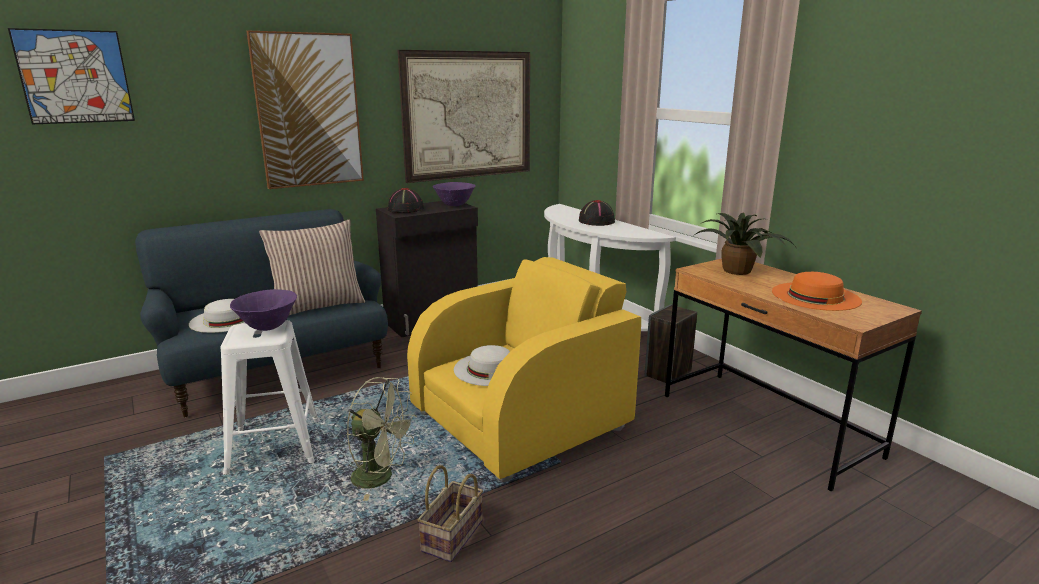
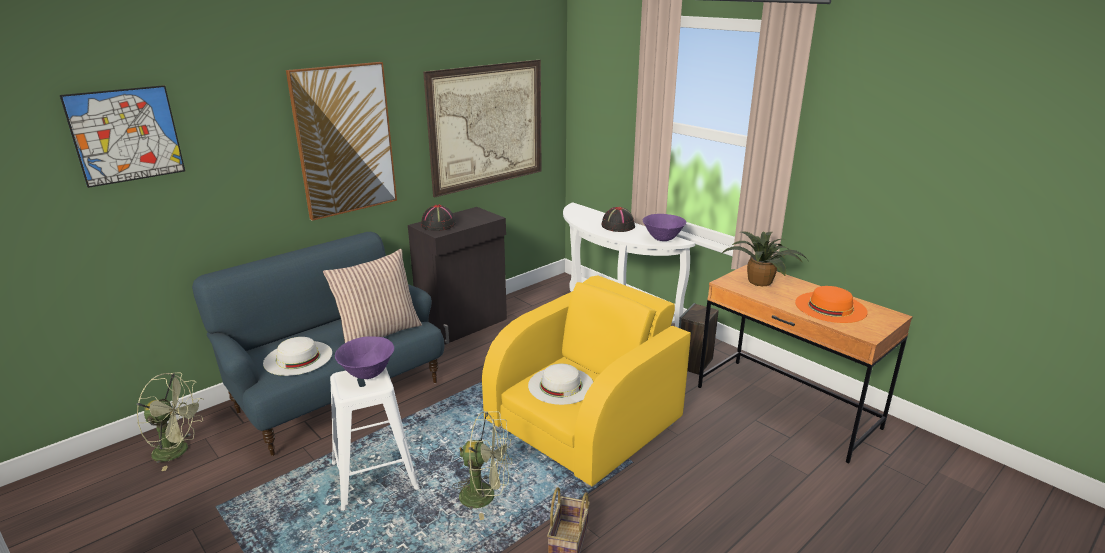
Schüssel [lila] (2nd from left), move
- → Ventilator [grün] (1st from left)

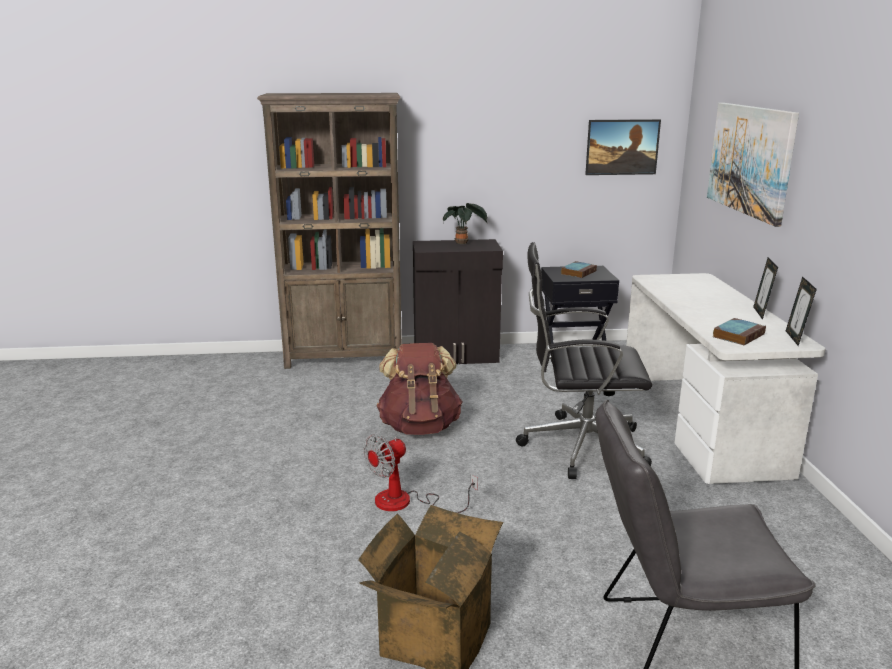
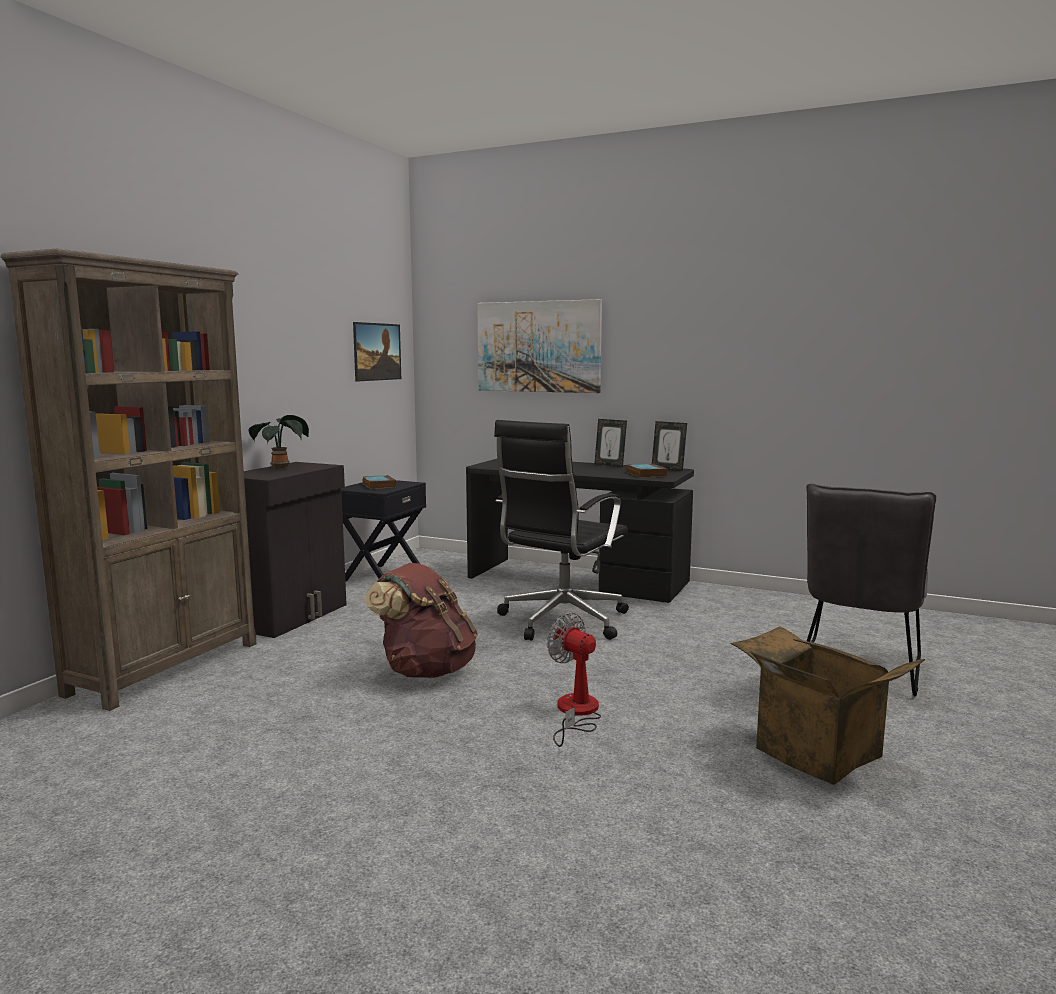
Ventilator, 150 degrees clockwise
Schreibtisch [weiß] → Schreibtisch [schwarz]

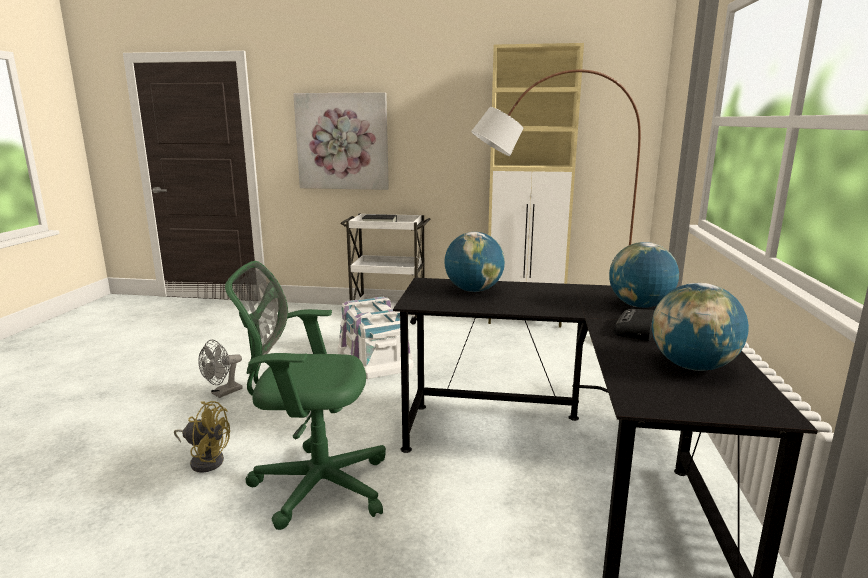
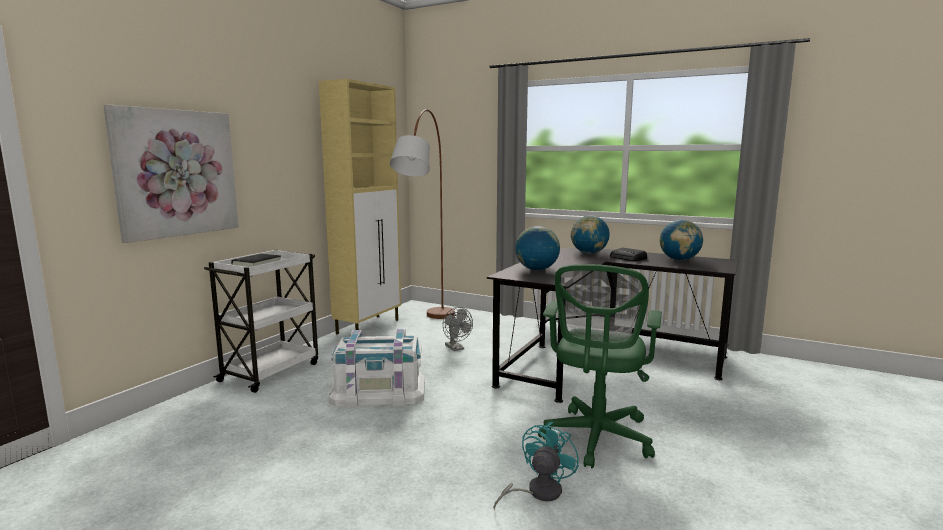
Ventilator [gelb] → Ventilator [türkis]
Ventilator [grau], move

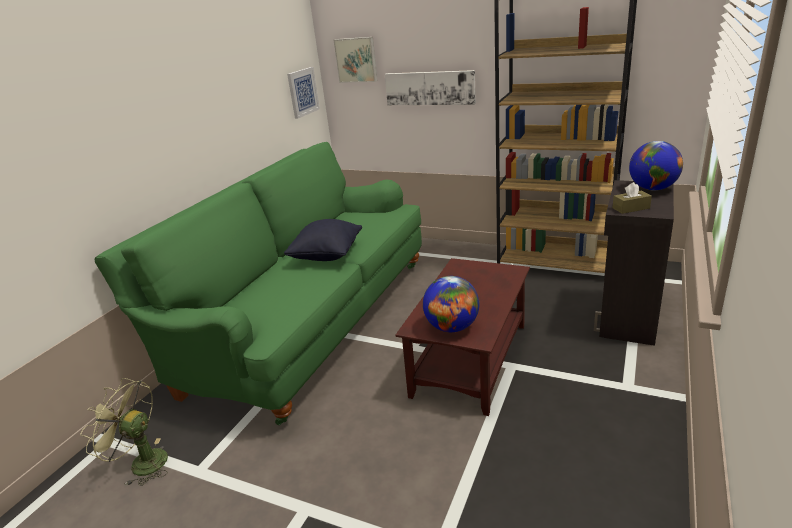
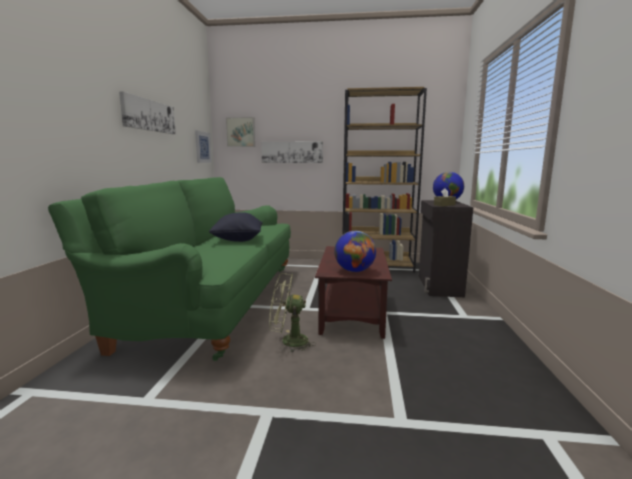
Ventilator [grün], move
- → Bild (1st from left)

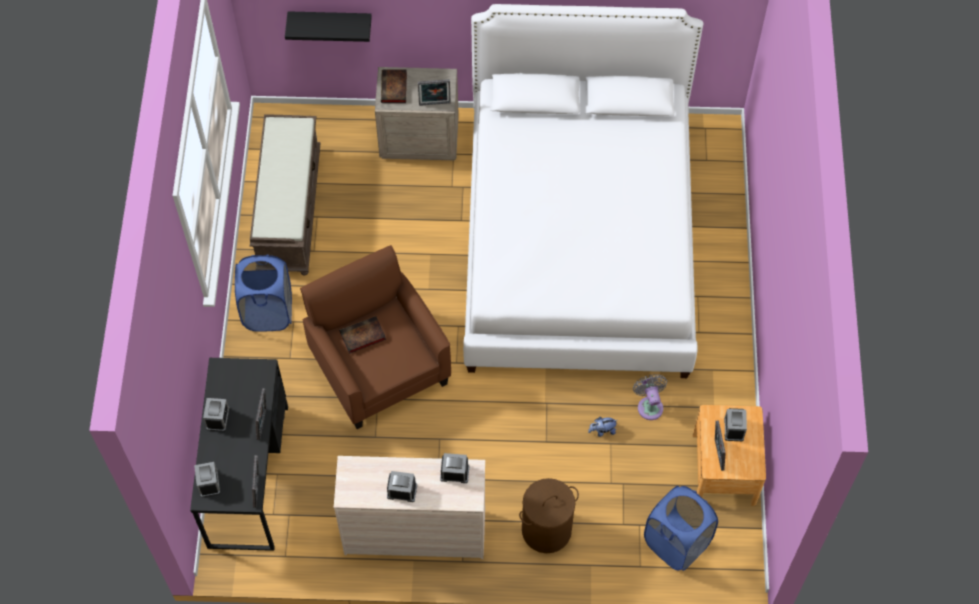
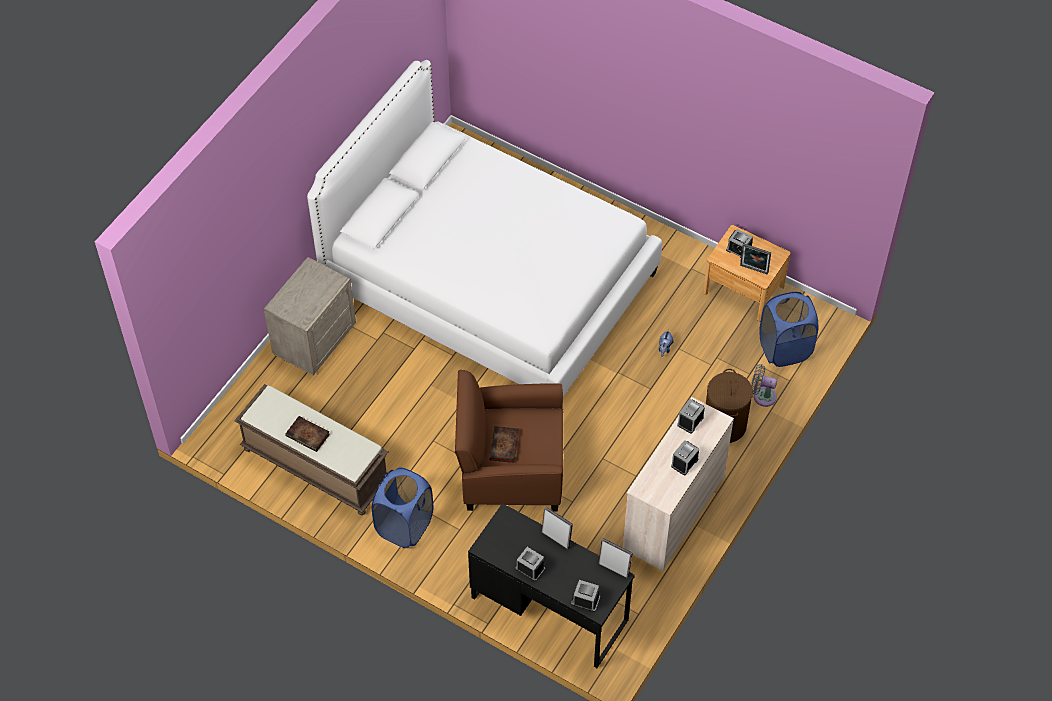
Wandregal [schwarz] → -
Buch (2nd from left in the first image) → Buch (1st from left), move
Bilderrahmen (3rd from left) → -
Ventilator [grau], move

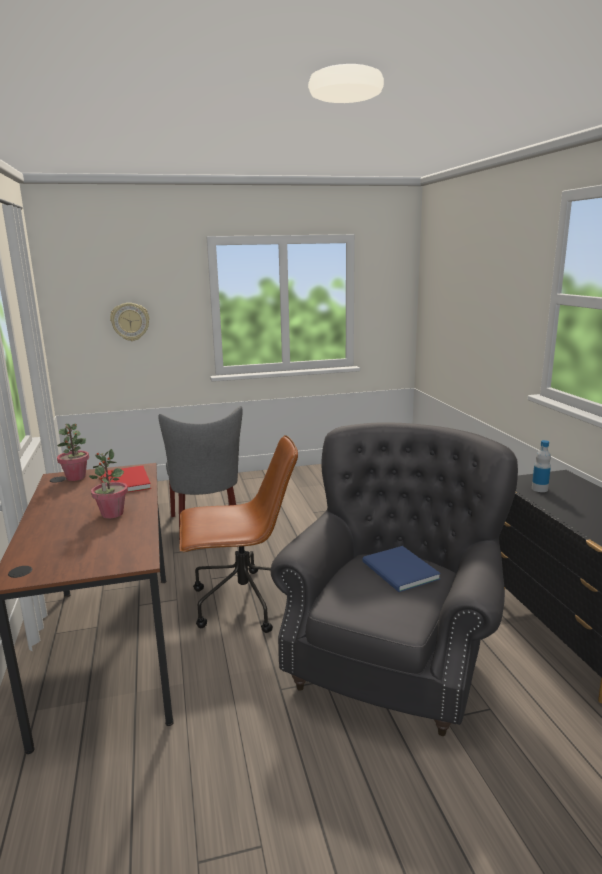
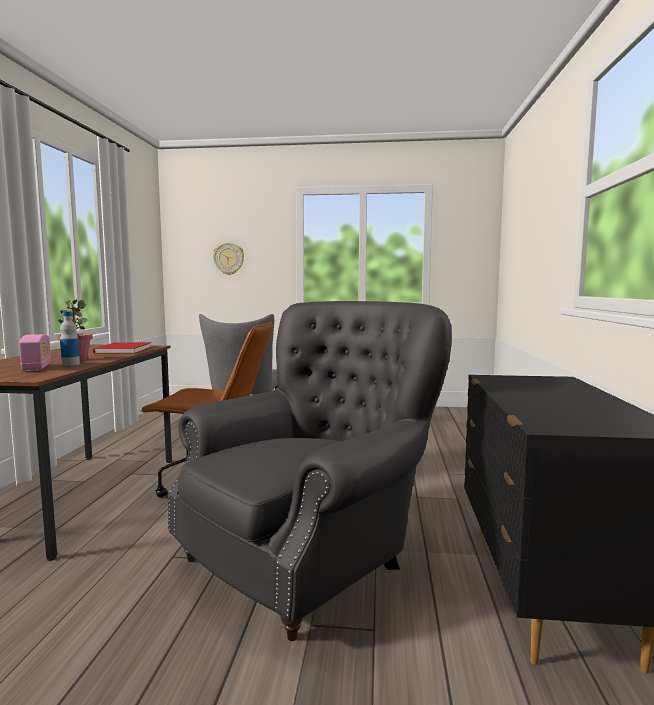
Topfpflanze (1st from left) → -
Buch [blau] → -
Flasche, move
- → Radio

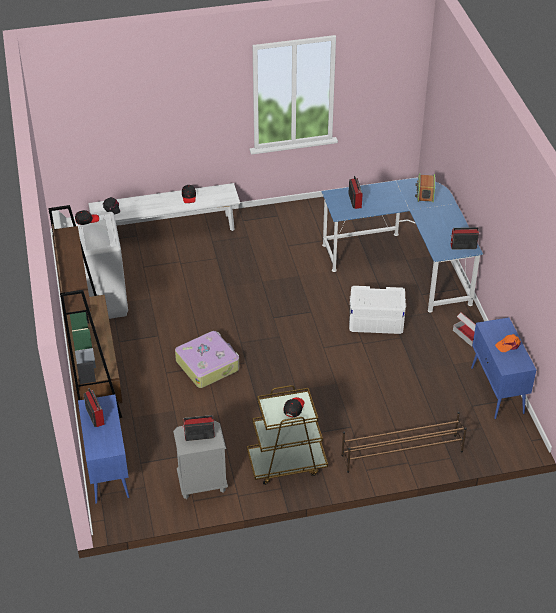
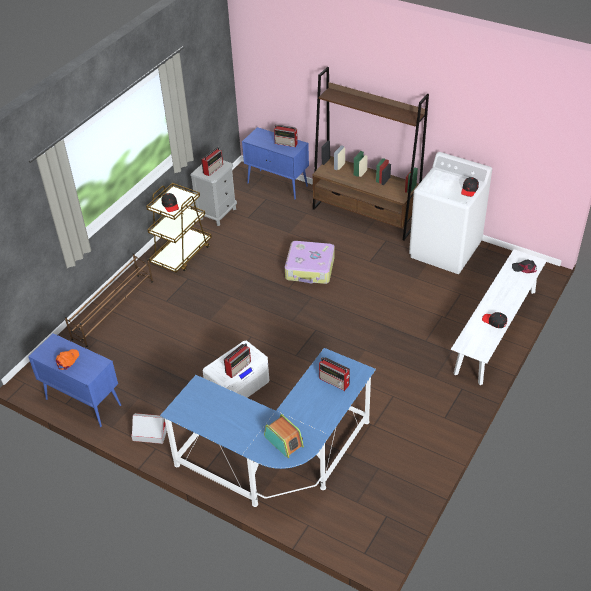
Radio (5th from left in the first image) → Radio (2nd from left), move

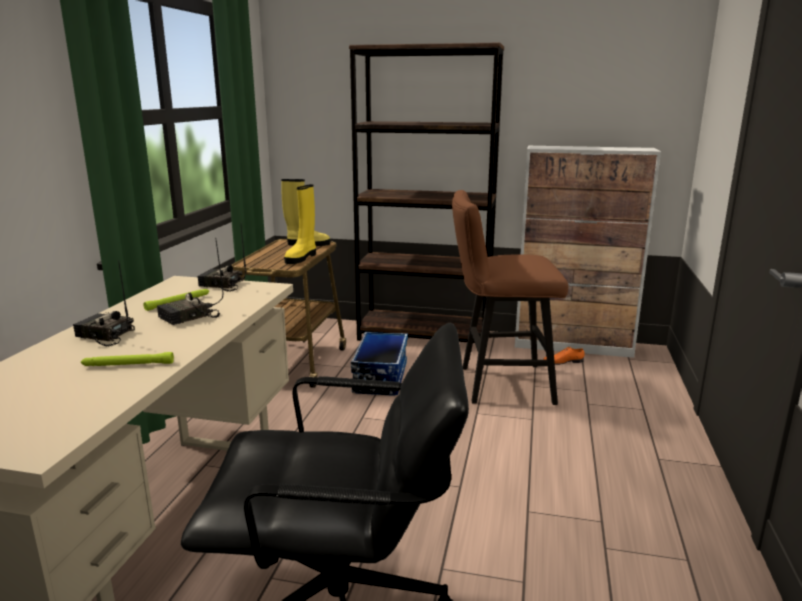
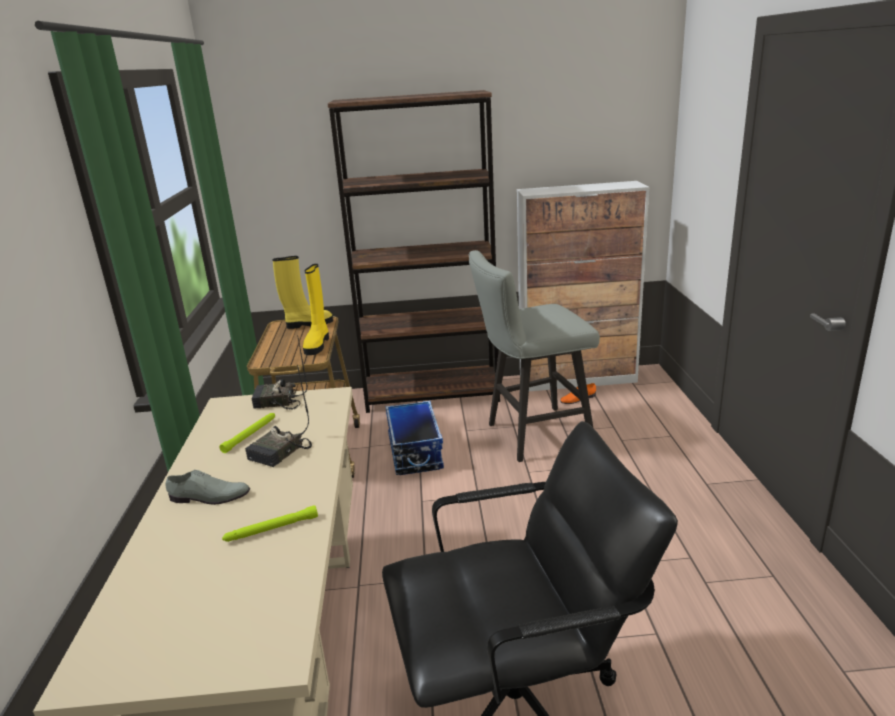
Radio (1st from left) → Schuh [grau]
Hocker [braun] → Hocker [grau]

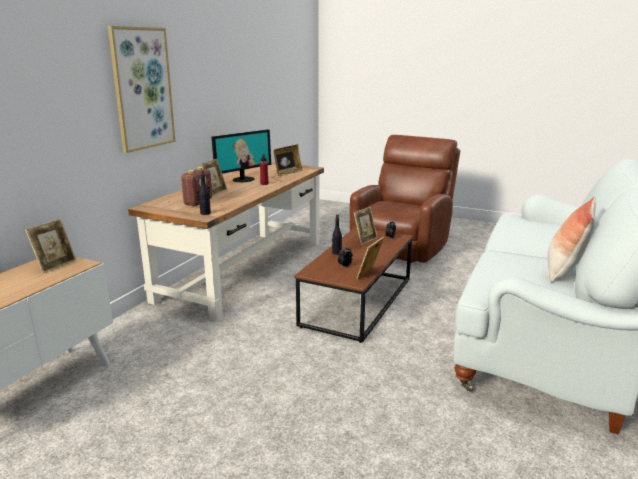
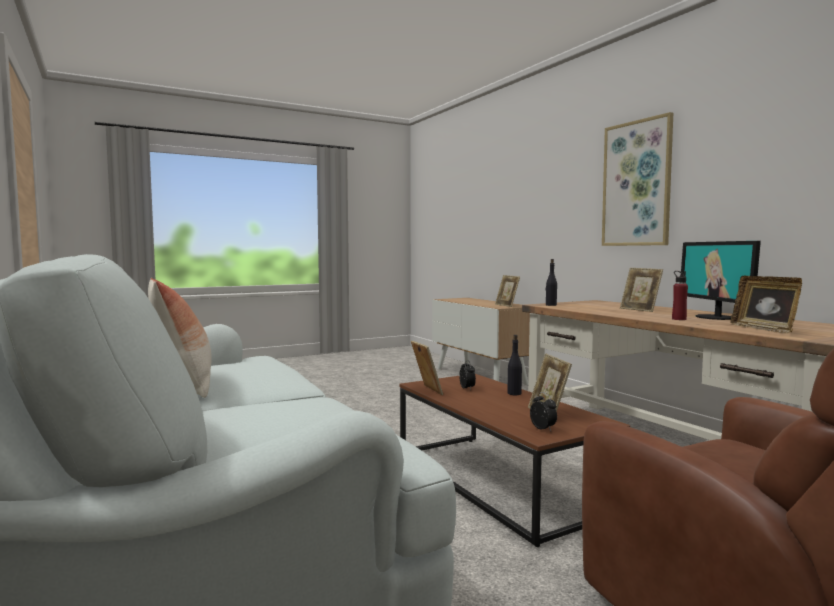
Radio → -

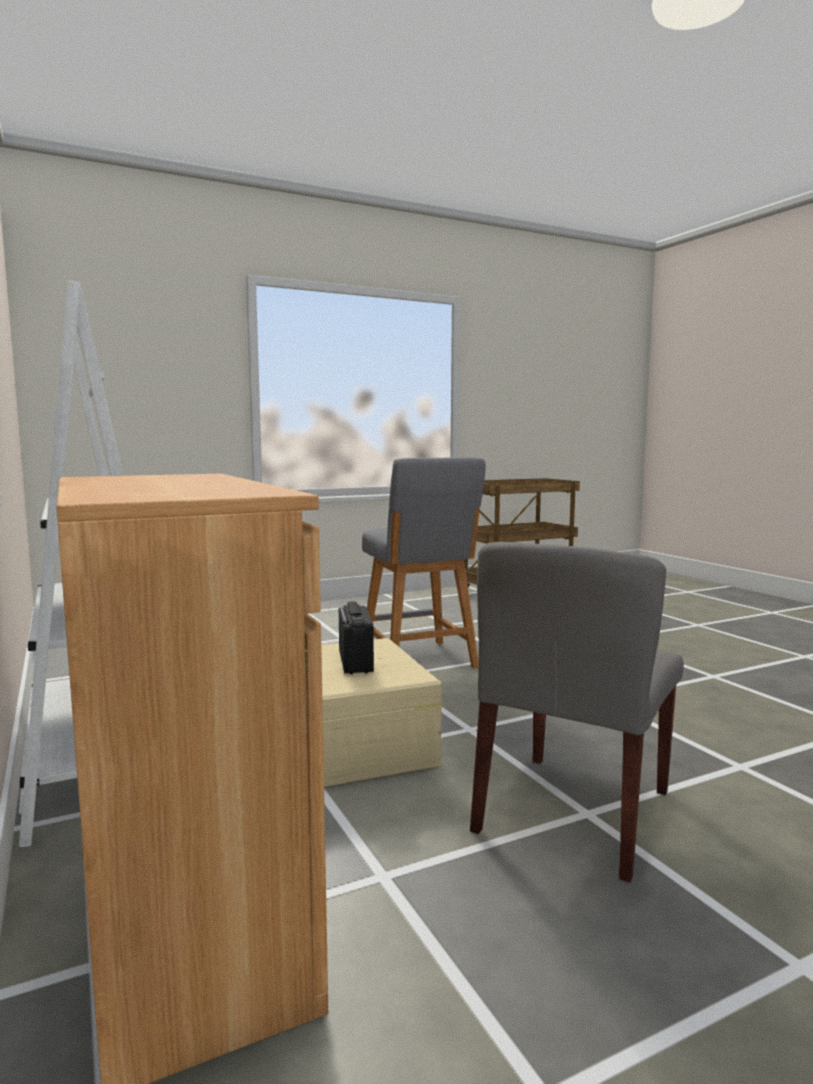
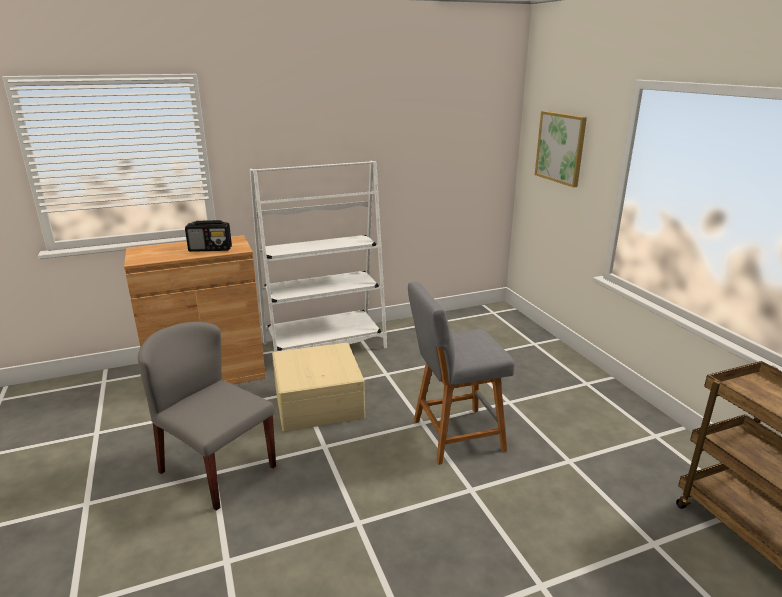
Radio, move
- → Bild

